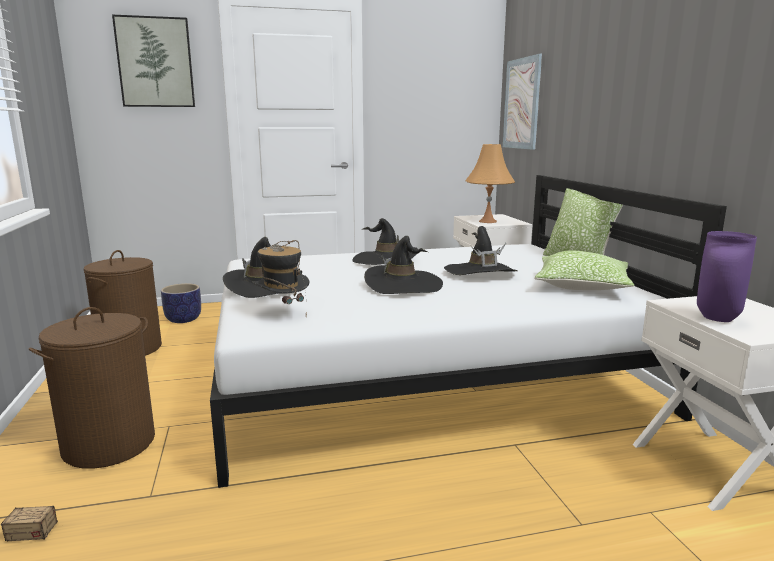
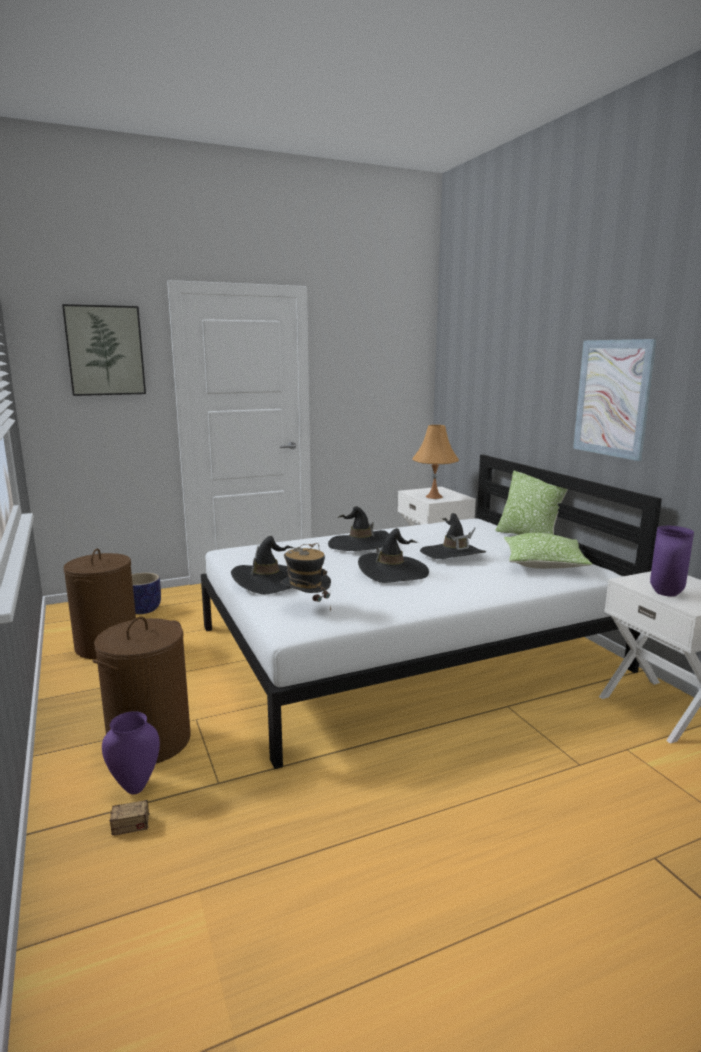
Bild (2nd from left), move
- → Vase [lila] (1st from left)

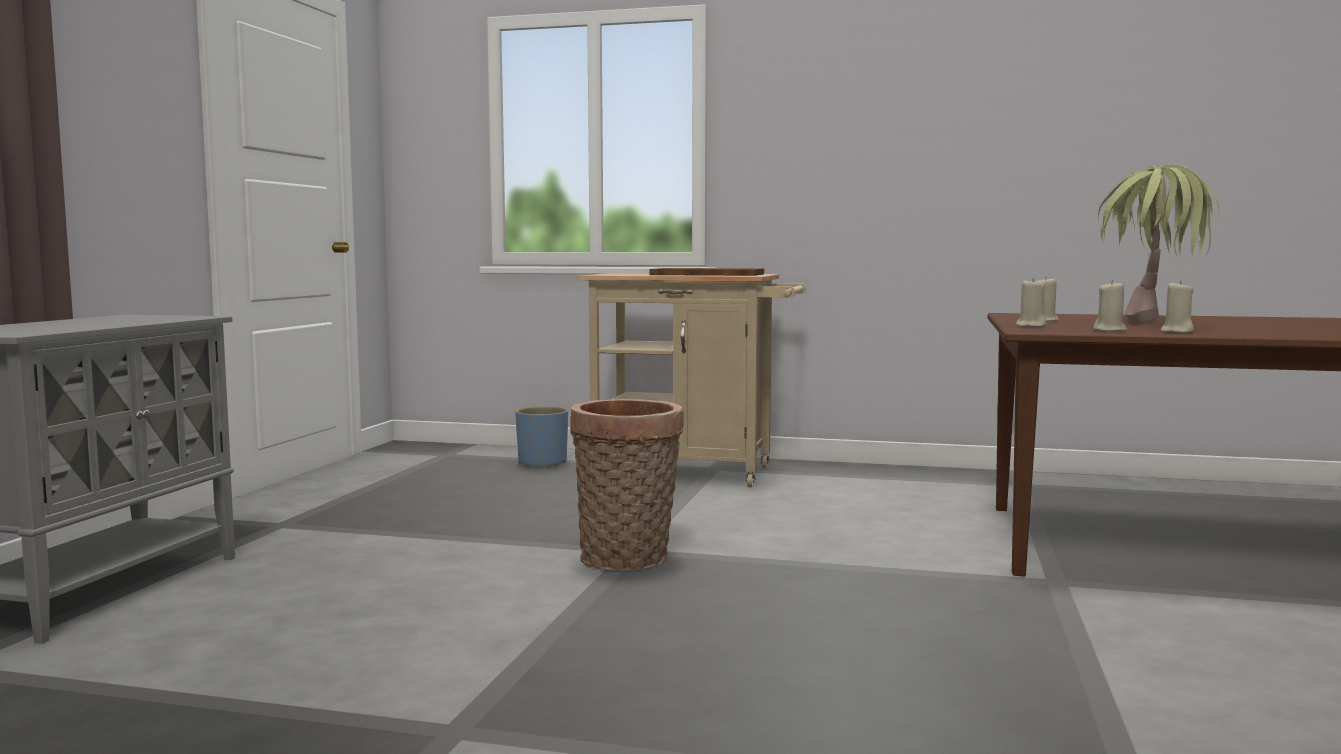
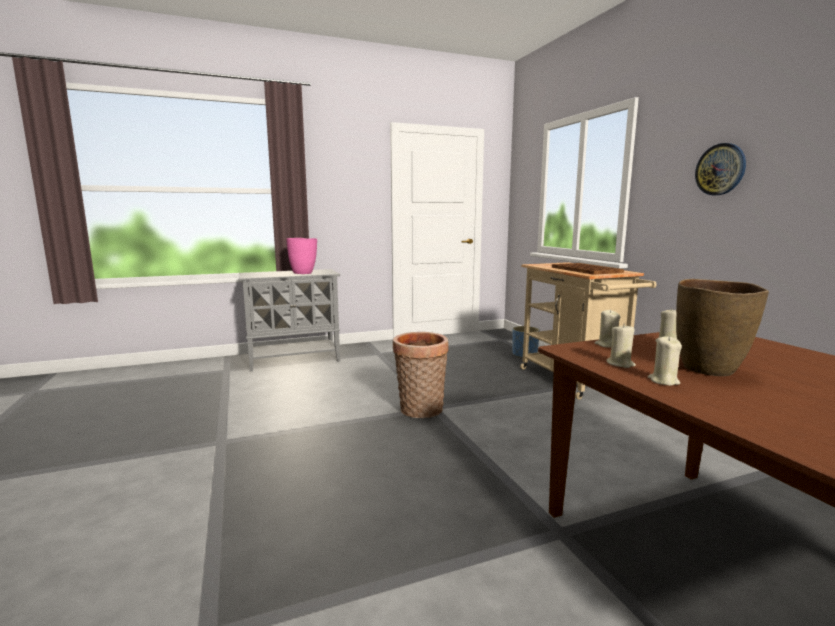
Topfpflanze → Vase [braun]
- → Vase [rosa]
- → Wanduhr

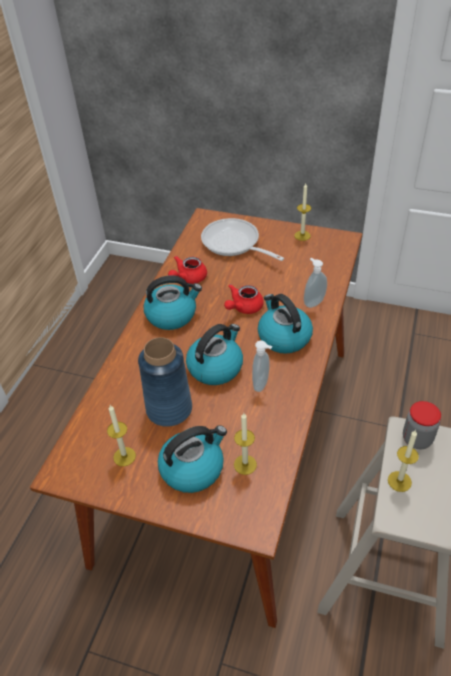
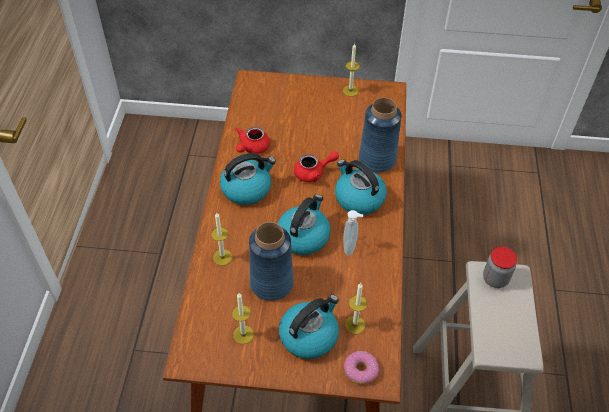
Pfanne → -
Teekanne [rot] (2nd from left), 135 degrees counterclockwise
Seifenspender (2nd from left) → Vase [blau] (2nd from left)
Kerze (4th from left in the first image) → Kerze (1st from left), move
- → Donut

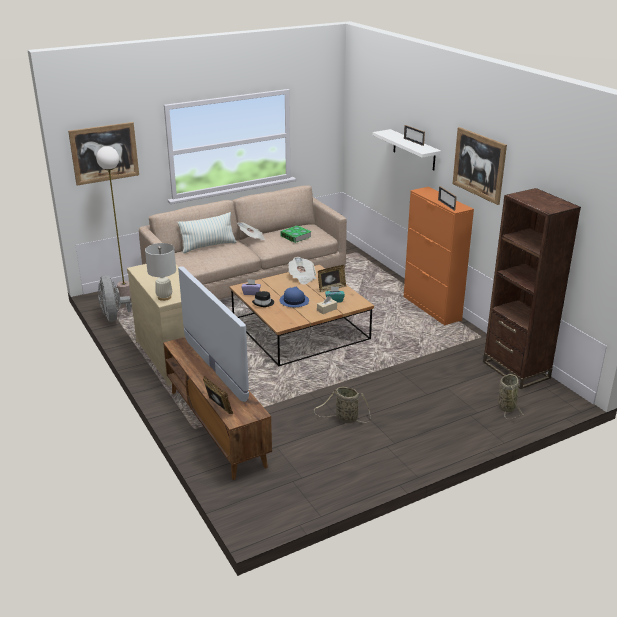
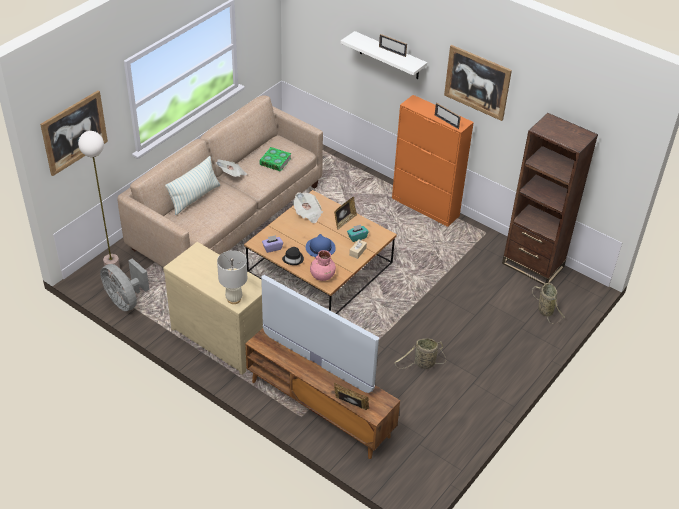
- → Vase [rosa]

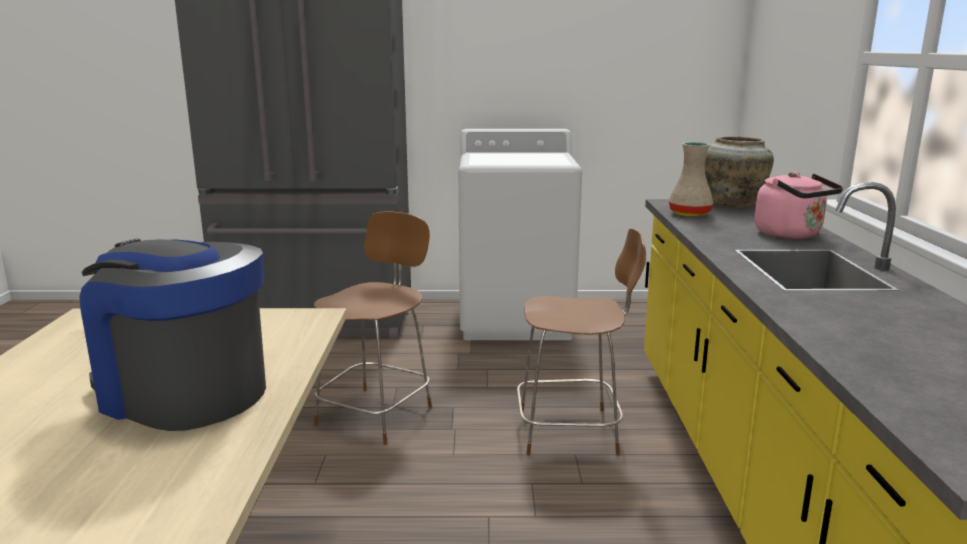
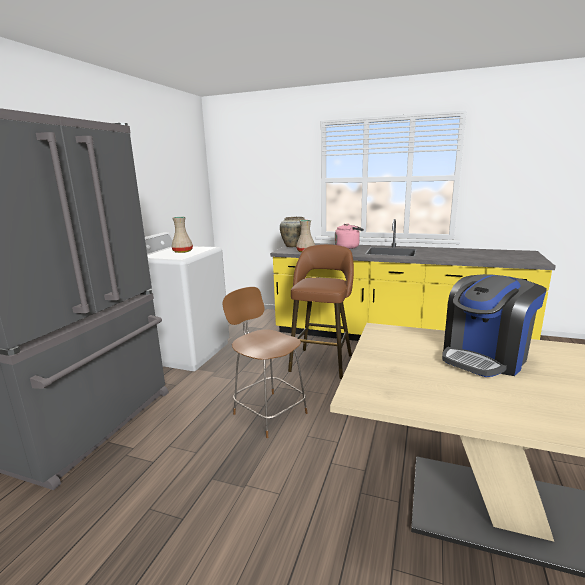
Stuhl [braun] (2nd from left) → Hocker [braun]
- → Vase [beige] (1st from left)

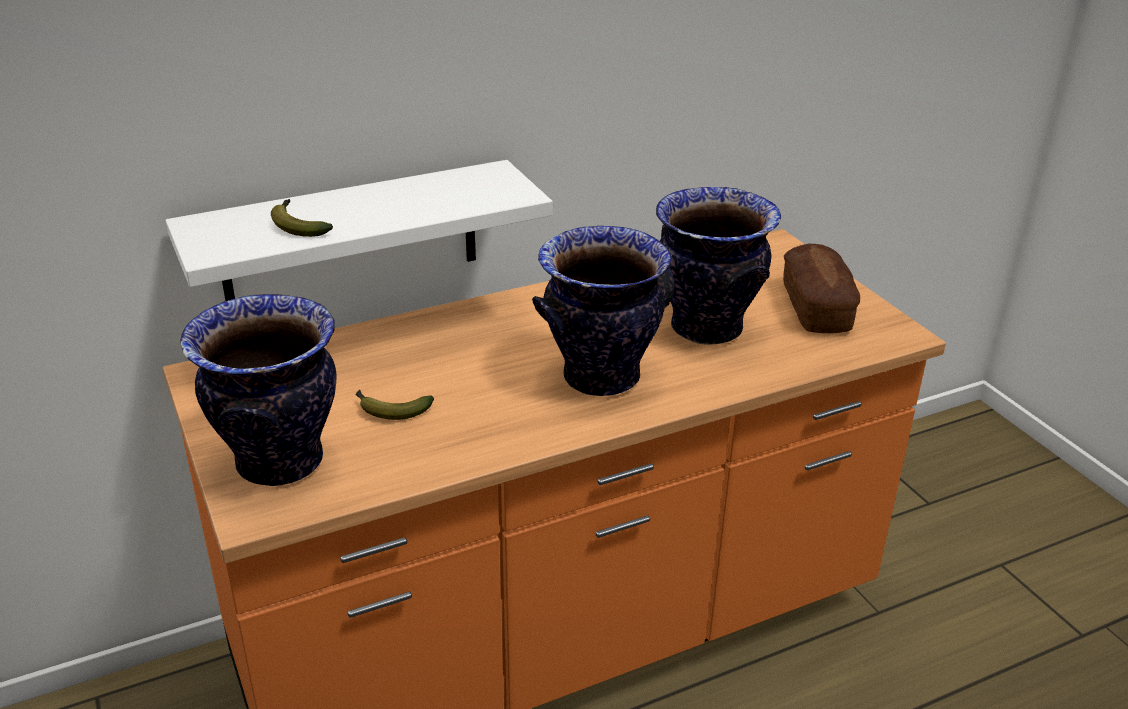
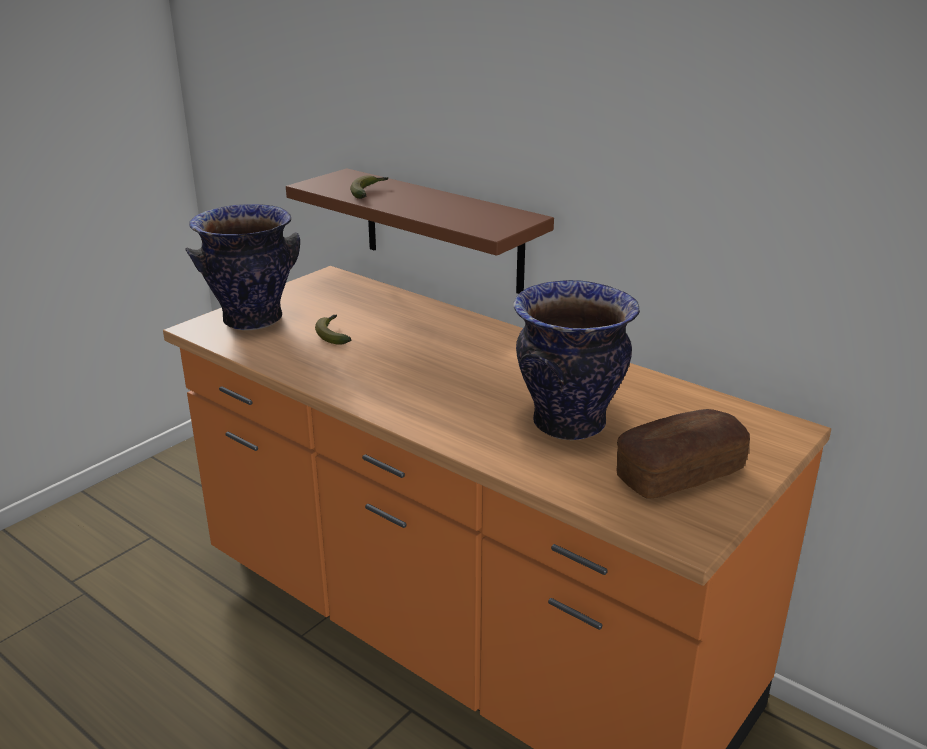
Wandregal [weiß] → Wandregal [braun]
Vase (2nd from left) → -

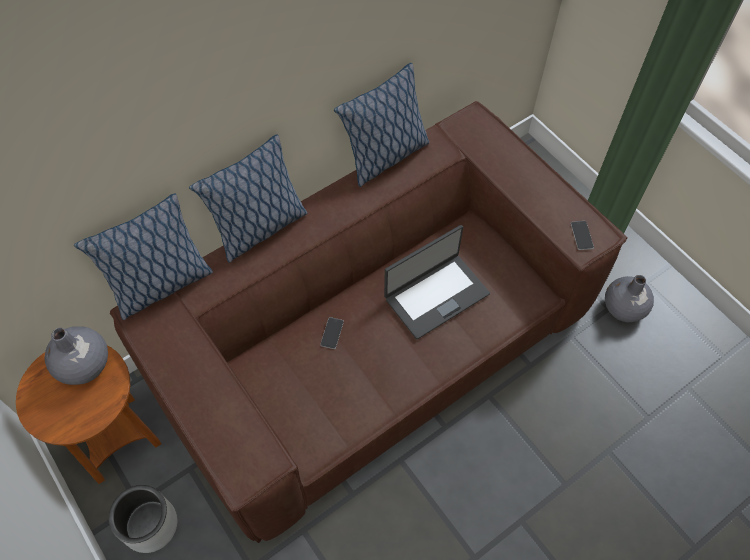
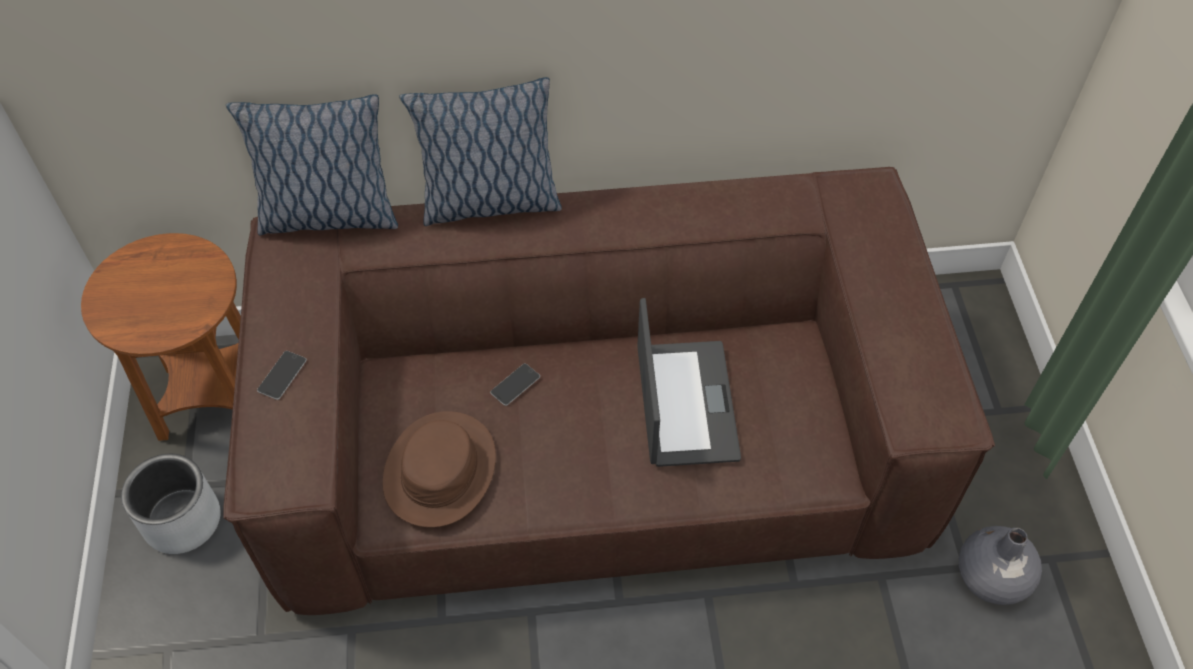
Vase [grau] (1st from left) → -
Kissen (3rd from left) → -
Laptop, 90 degrees counterclockwise
Handy (2nd from left in the first image) → Handy (1st from left), move
- → Hut [braun]

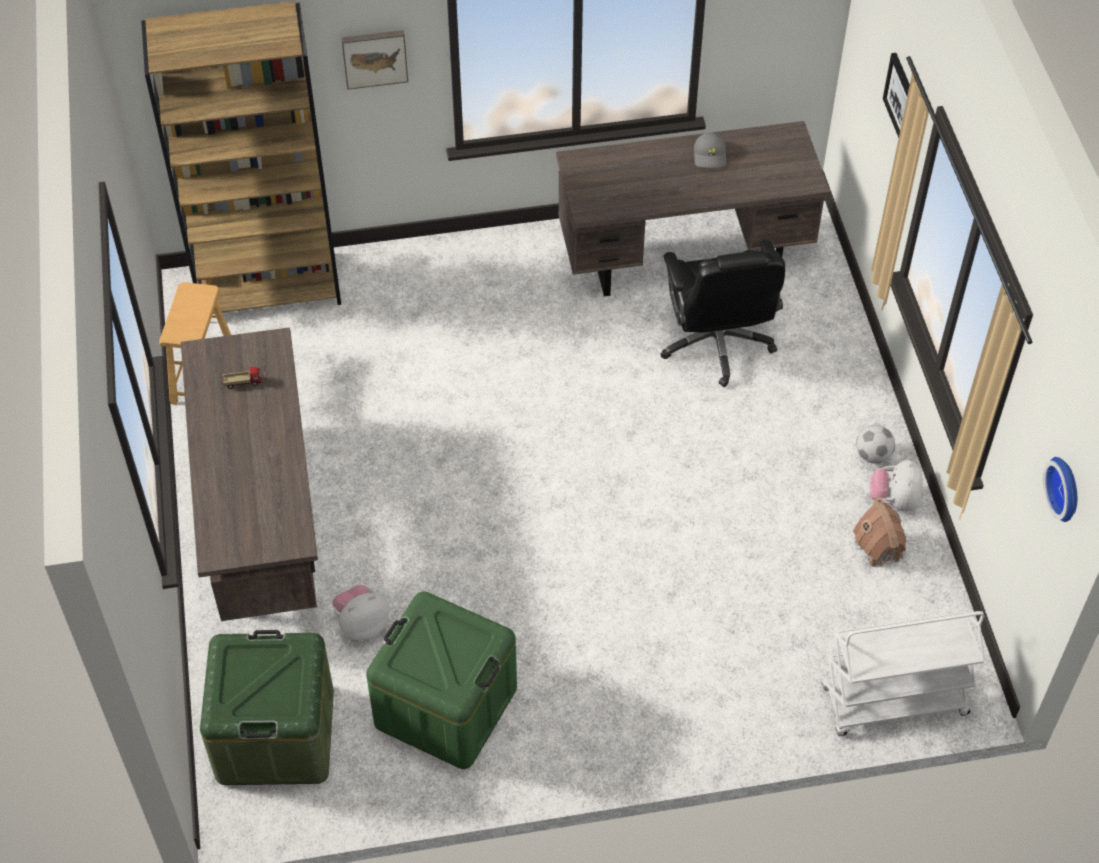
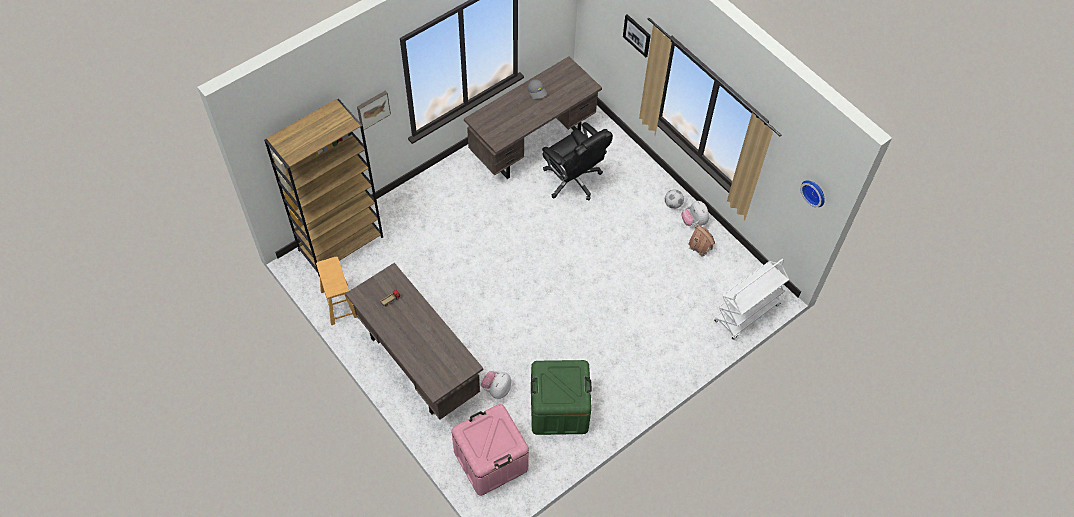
Aufbewahrungsbox [grün] (1st from left) → Aufbewahrungsbox [rosa]

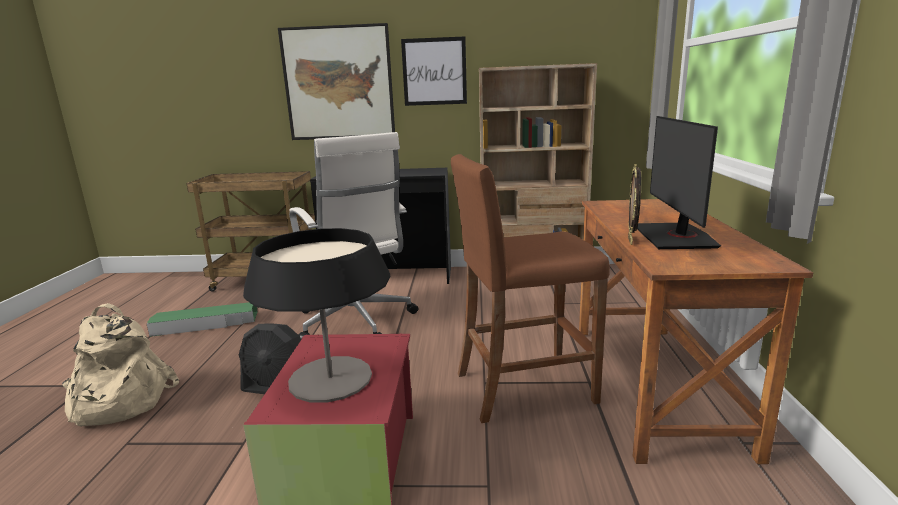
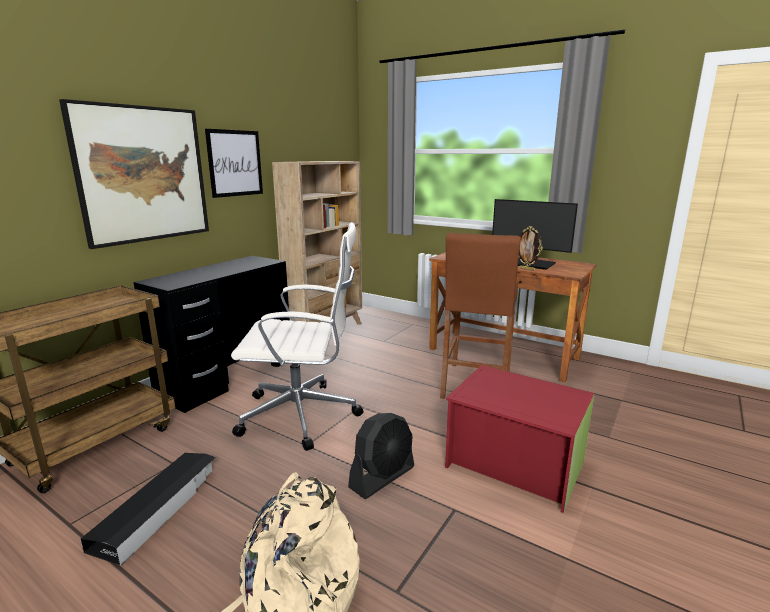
Aufbewahrungsbox [grün] → Aufbewahrungsbox [schwarz]
Tischlampe → -

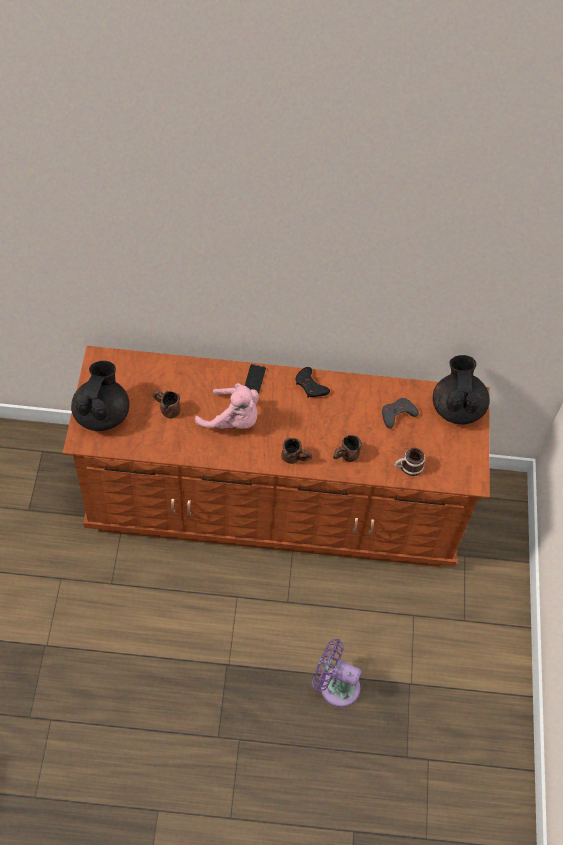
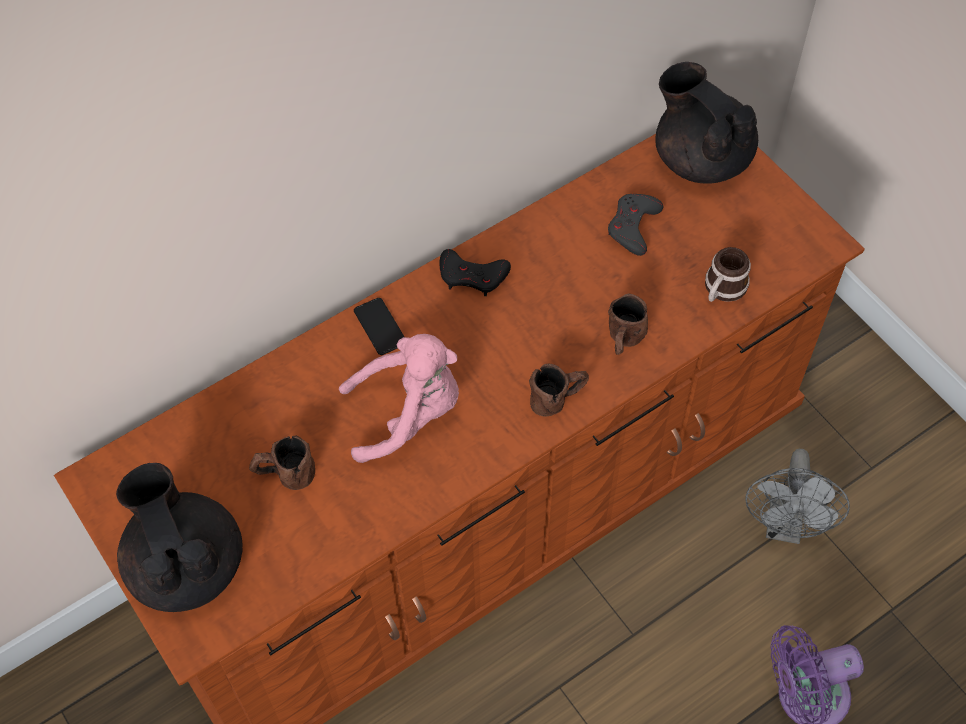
- → Ventilator [grau]

